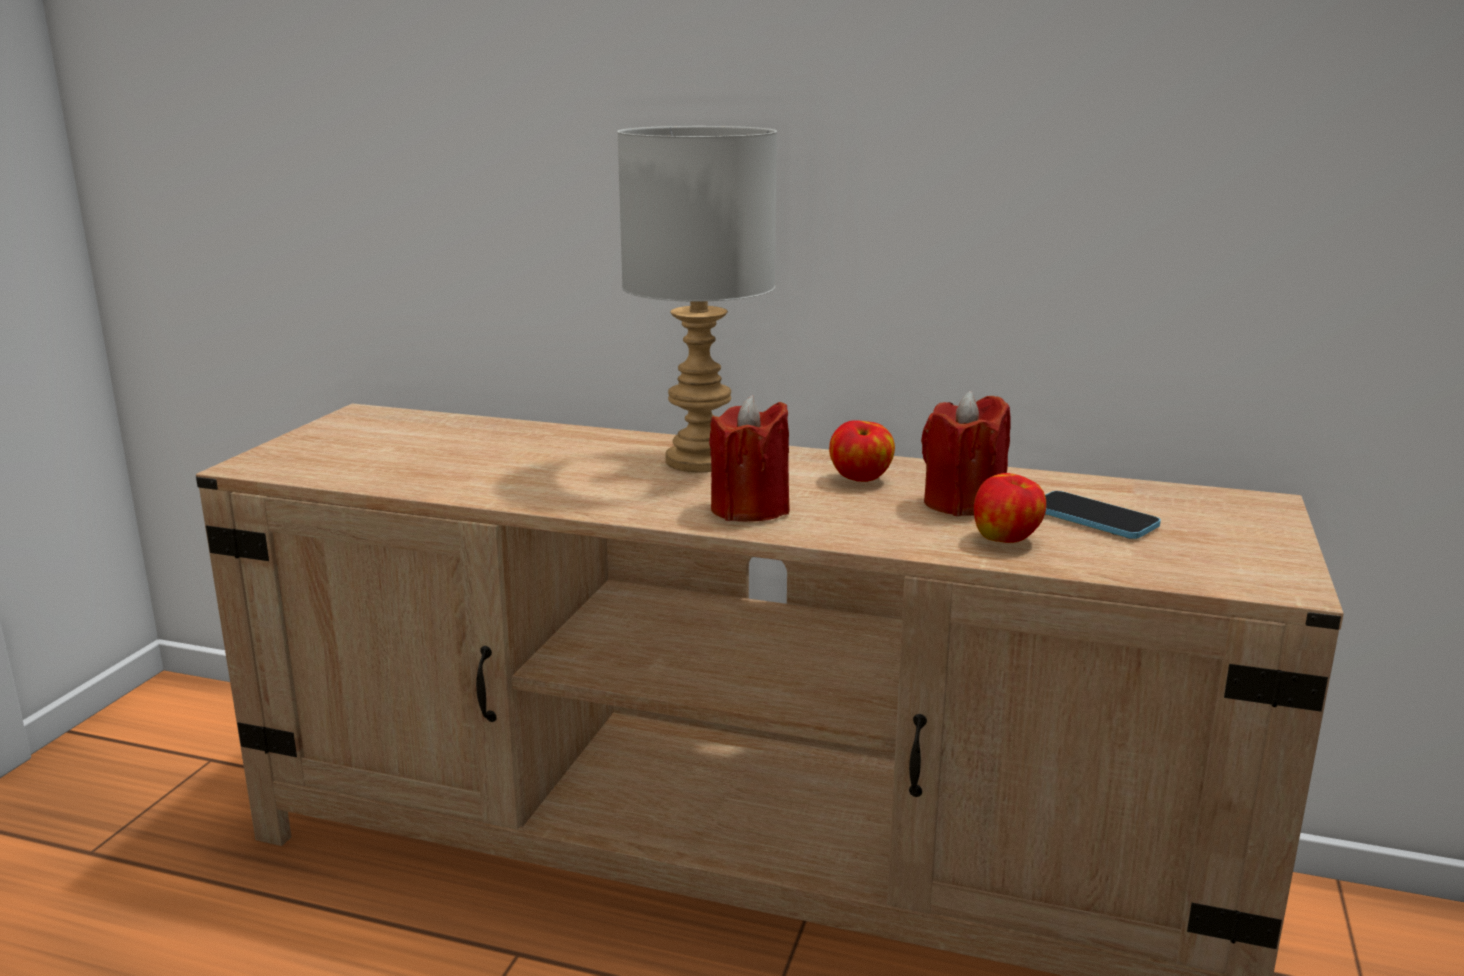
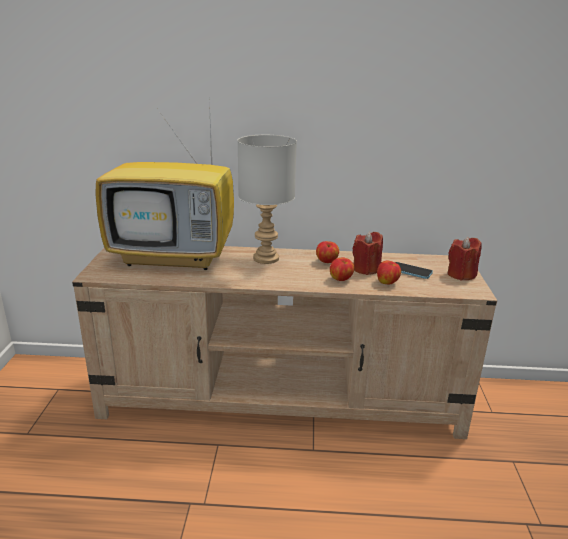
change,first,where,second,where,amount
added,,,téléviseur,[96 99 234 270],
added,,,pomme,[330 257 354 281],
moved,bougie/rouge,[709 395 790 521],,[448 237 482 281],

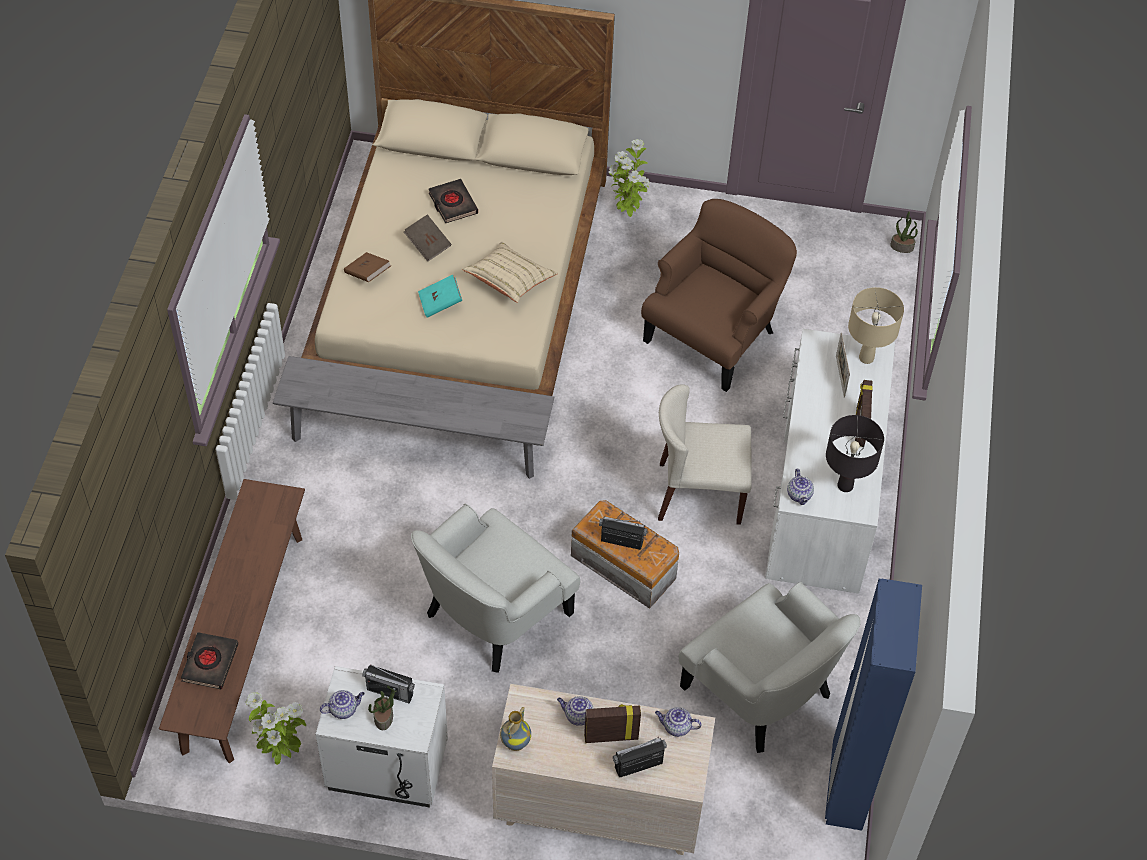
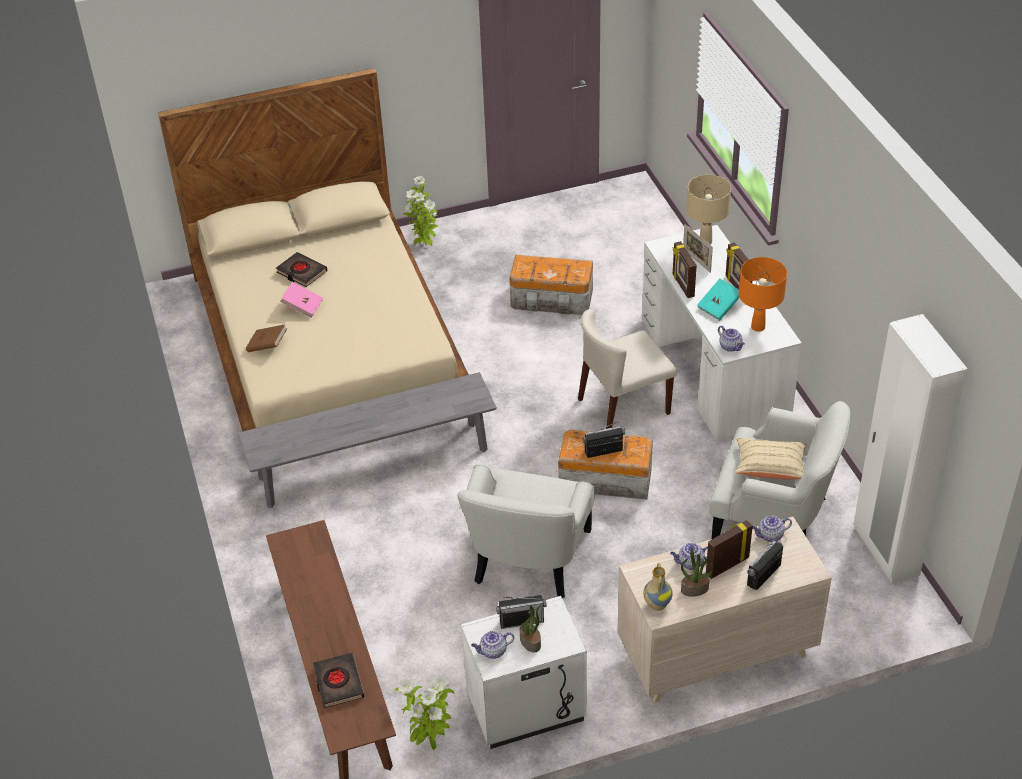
change,first,where,second,where,amount
added,,,cadre photo,[673 241 697 298],
moved,livre/turquoise,[418 275 462 318],,[697 278 740 321],
moved,coussin/beige,[462 242 558 303],,[736 438 807 480],
moved,plante en pot,[890 211 918 253],,[681 547 713 597],
replaced,fauteuil/marron,[641 199 797 392],boîte de rangement,[509 255 593 315],
recoloured,livre/marron,[404 215 452 262],livre/rose,[280 282 323 318],
recoloured,armoire/bleu,[825 578 922 831],armoire/blanc,[854 314 968 584],
recoloured,lampe de table/noir,[826 415 884 492],lampe de table/orange,[739 257 787 332],
turned,théière,[320 690 365 719],,[471 631 514 659],150 degrees counterclockwise

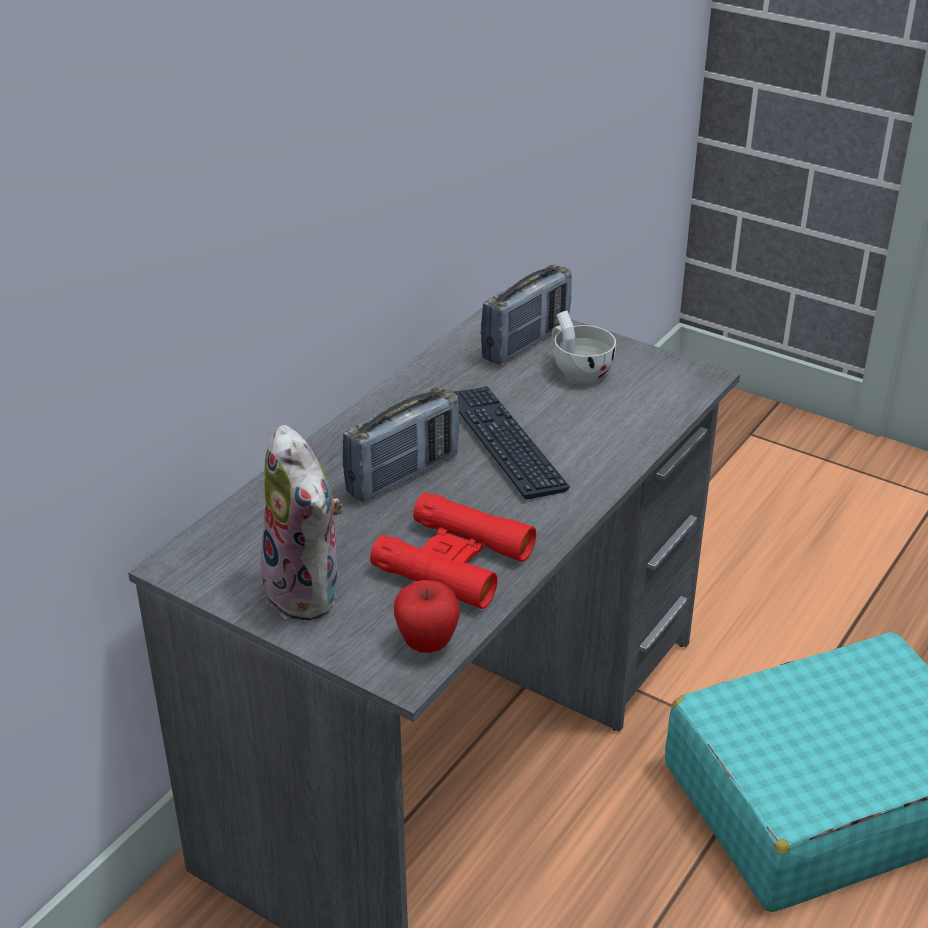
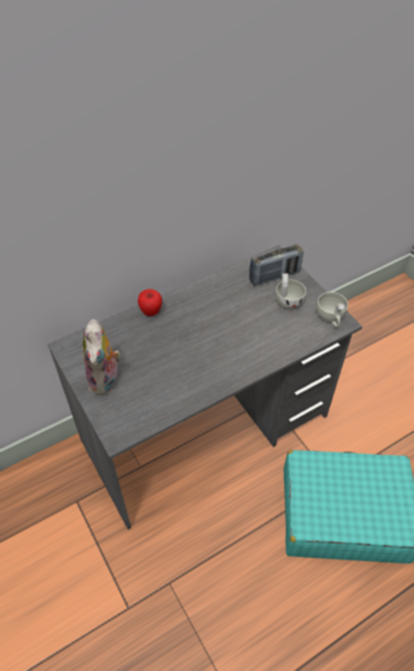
change,first,where,second,where,amount
removed,radio,[342 387 459 502],,,
removed,jumelles/rouge,[370 492 536 609],,,
removed,clavier,[453 386 570 500],,,
added,,,tasse/blanc,[317 292 348 327],
moved,pomme,[394 580 460 653],,[138 289 162 316],

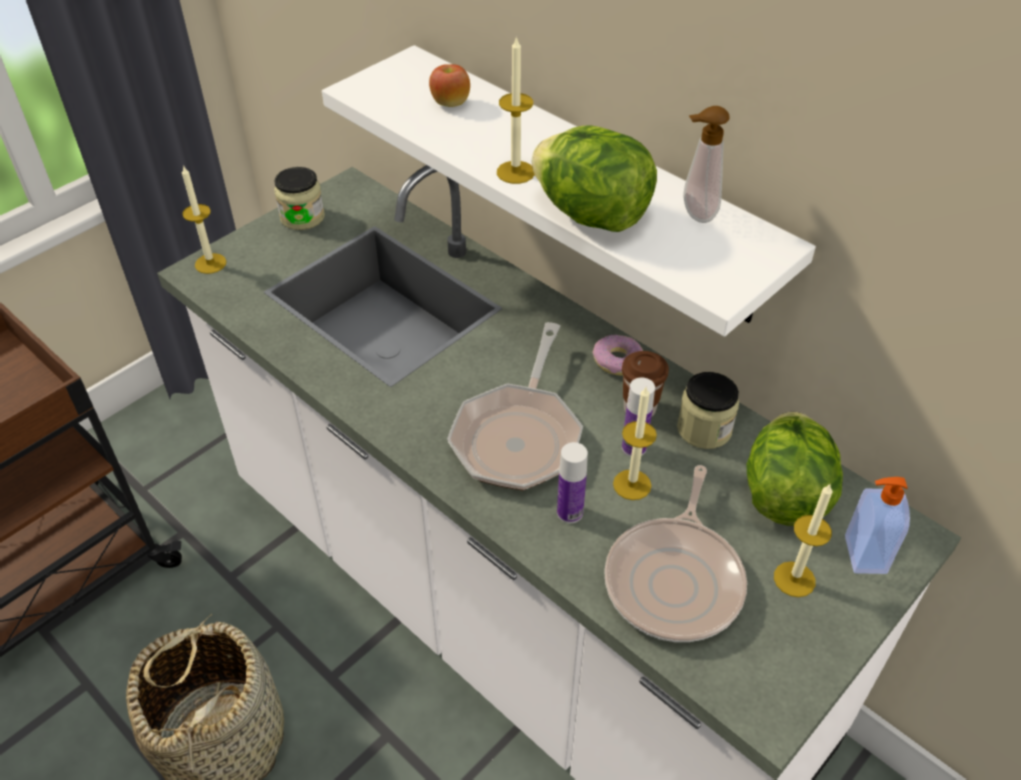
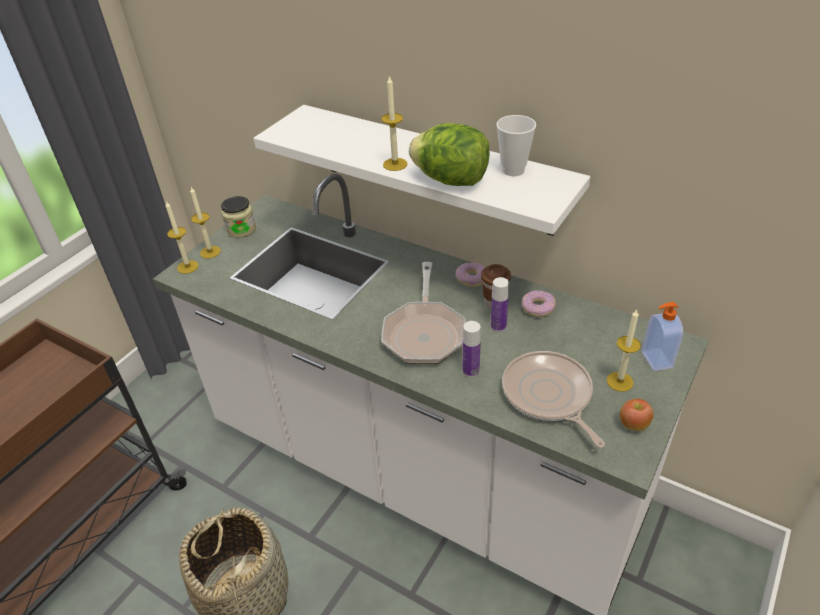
change,first,where,second,where,amount
removed,laitue,[746 412 843 526],,,
moved,pomme,[429 64 470 107],,[620 399 654 431],
moved,bougie,[613 387 657 500],,[190 187 221 258],
replaced,bocal,[677 372 739 449],beignet,[521 290 556 317],
replaced,distributeur de savon,[683 106 730 223],tasse,[496 115 536 176],
turned,poêle,[604 465 747 642],,[502 351 605 448],150 degrees clockwise

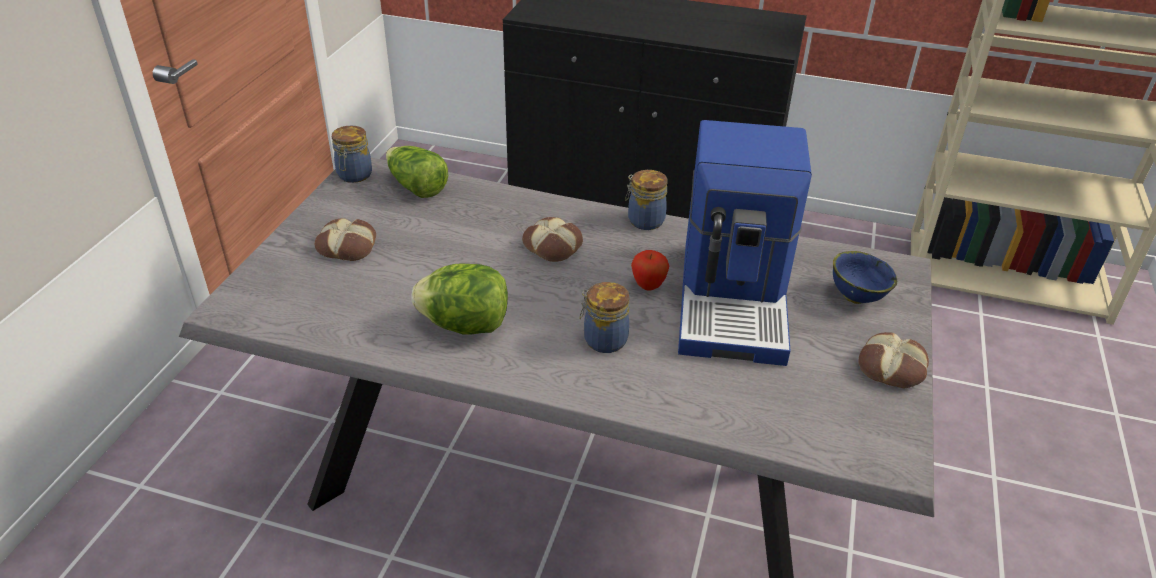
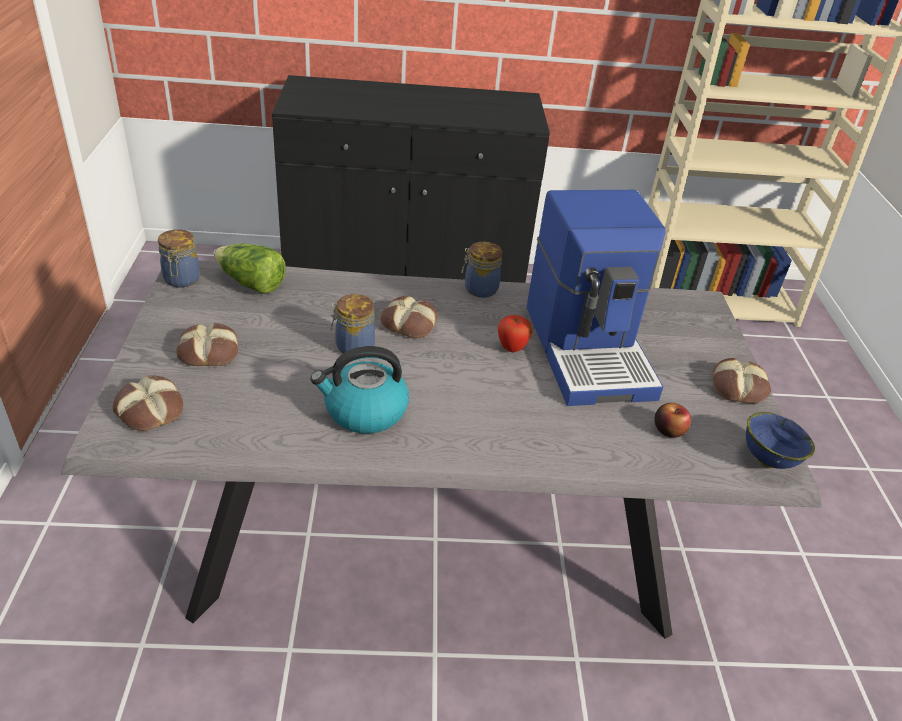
change,first,where,second,where,amount
added,,,pain,[113 376 183 431],
added,,,pomme,[655 403 691 438],
moved,bocal,[580 282 630 353],,[331 294 375 353],
moved,bol/bleu,[833 251 897 304],,[746 412 815 469],
replaced,laitue,[411 263 508 334],bouilloire,[310 346 409 434],

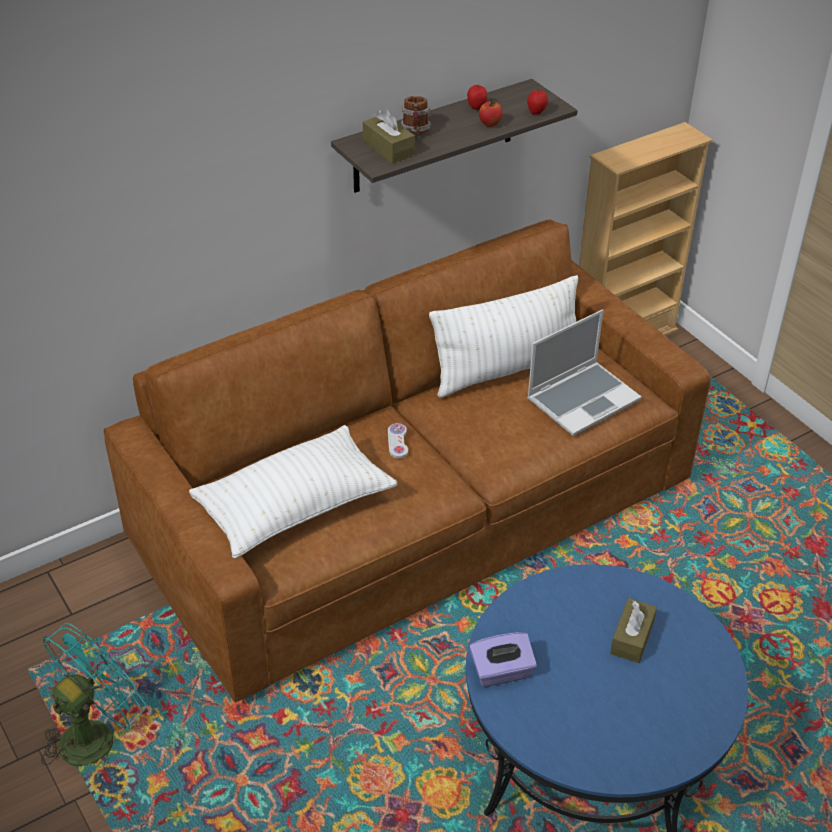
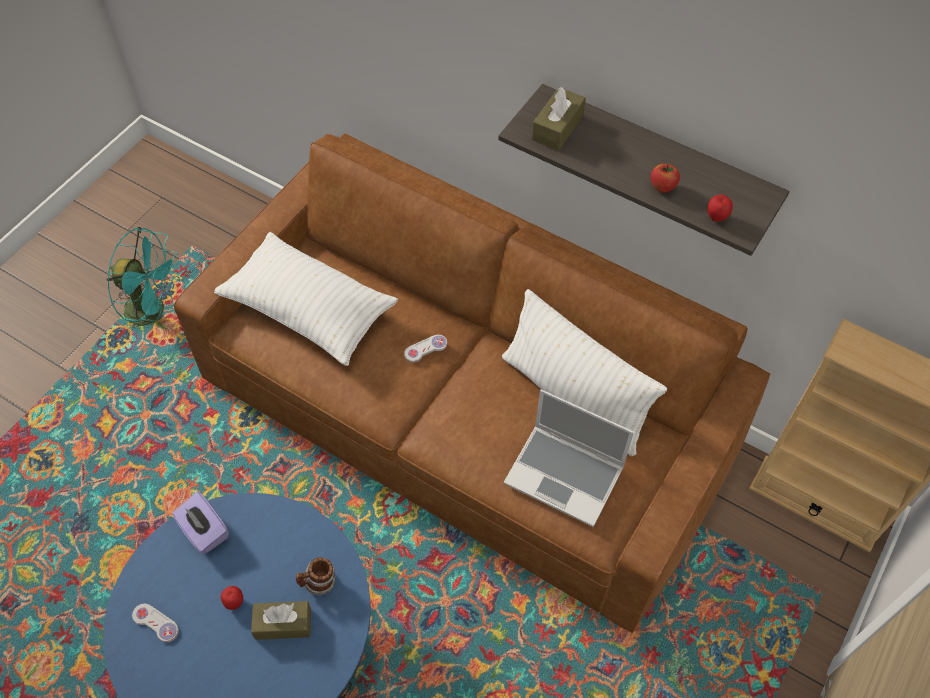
change,first,where,second,where,amount
added,,,manette/blanc,[132 604 179 642],
moved,mug,[401 96 431 134],,[296 557 336 595],
moved,pomme,[467 84 487 110],,[221 586 243 610],

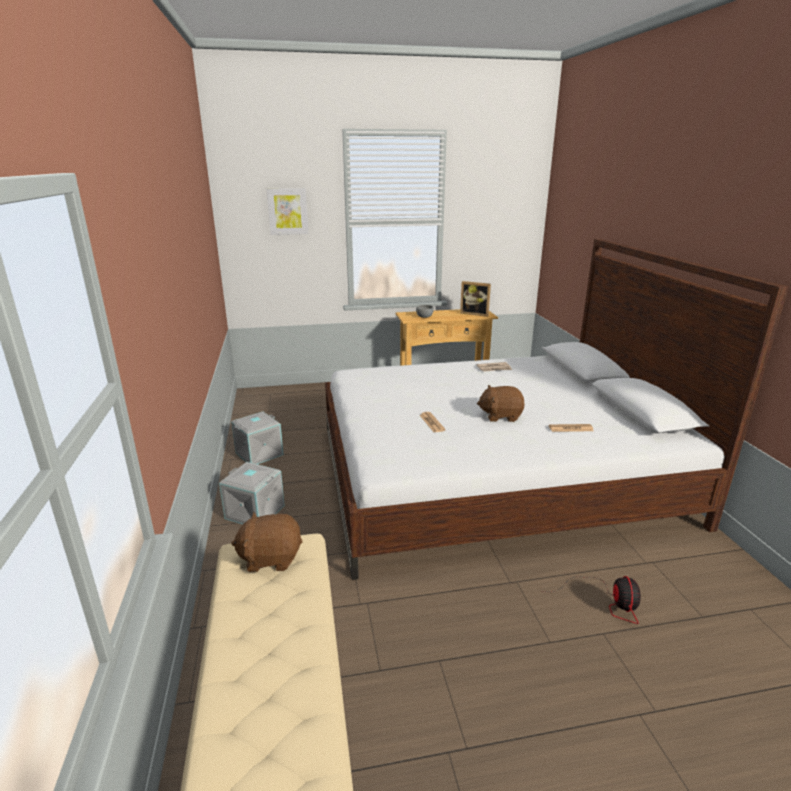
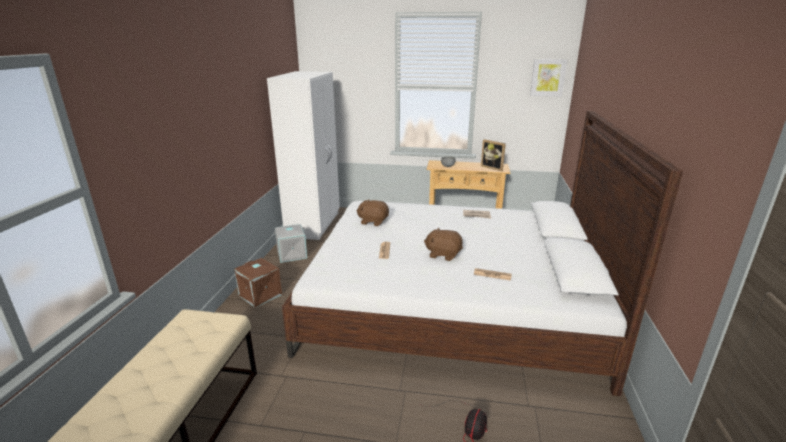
change,first,where,second,where,amount
added,,,armoire/blanc,[267 71 340 240],
moved,peluche/marron,[231 512 302 572],,[356 199 389 226],
moved,tableau,[267 188 308 235],,[530 59 567 96],
recoloured,boîte de rangement/gris,[219 462 285 524],boîte de rangement/marron,[234 258 282 308],

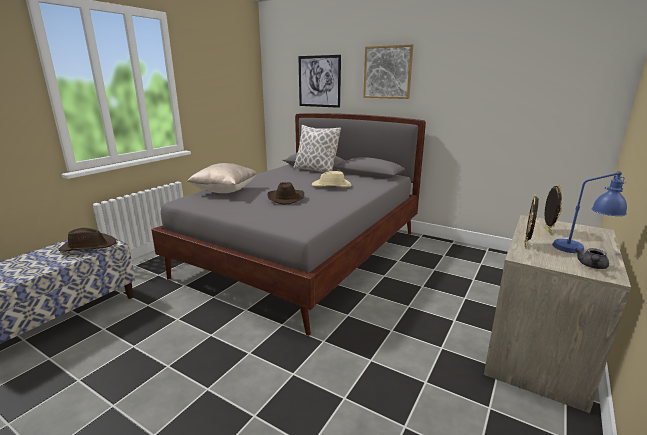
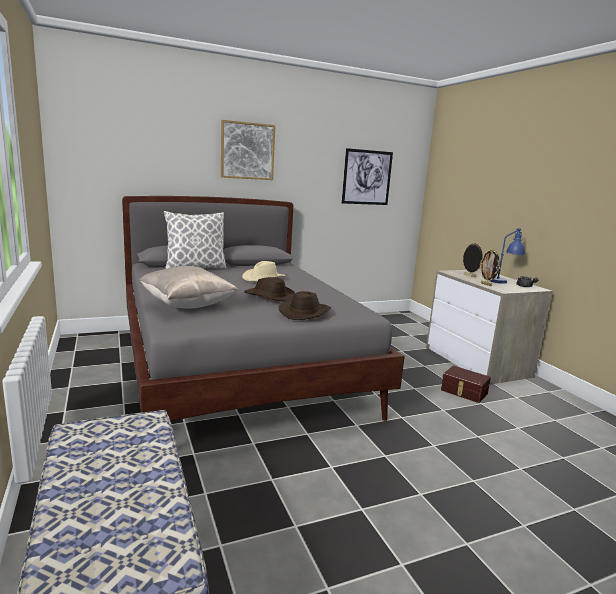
change,first,where,second,where,amount
added,,,boîte de rangement/marron,[441 366 491 403],
moved,chapeau/marron,[58 228 116 252],,[279 291 331 320],
moved,tableau,[298 55 341 108],,[342 148 393 205],

